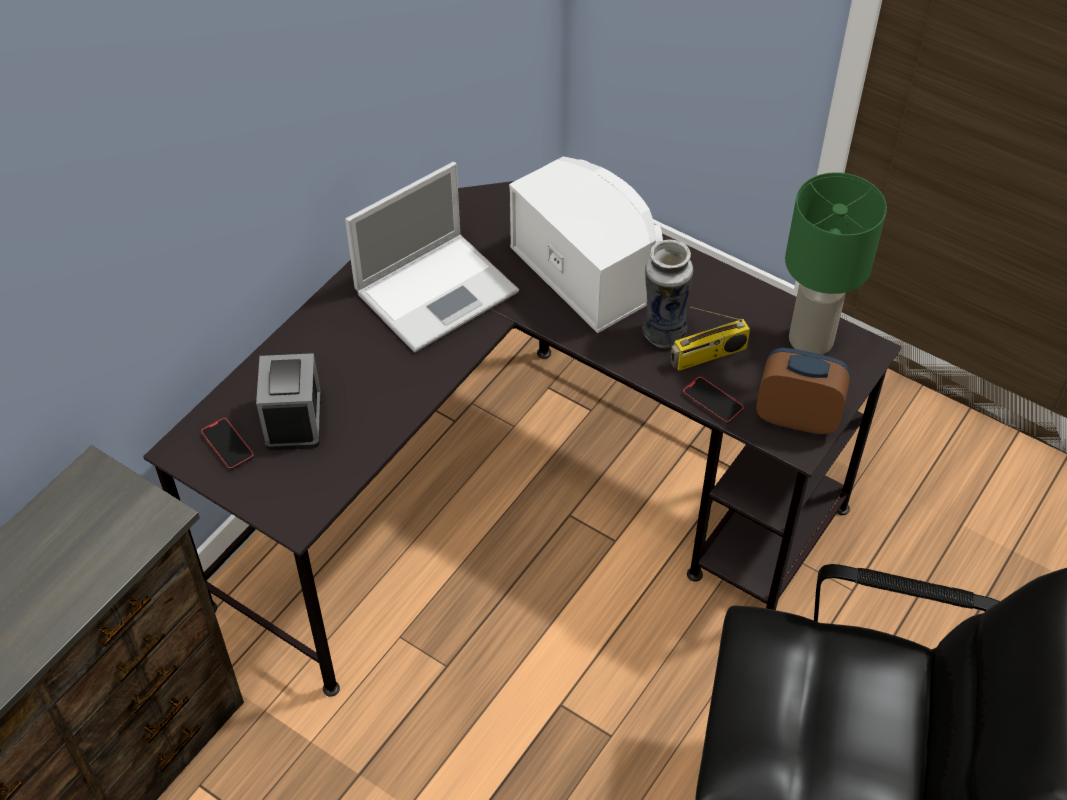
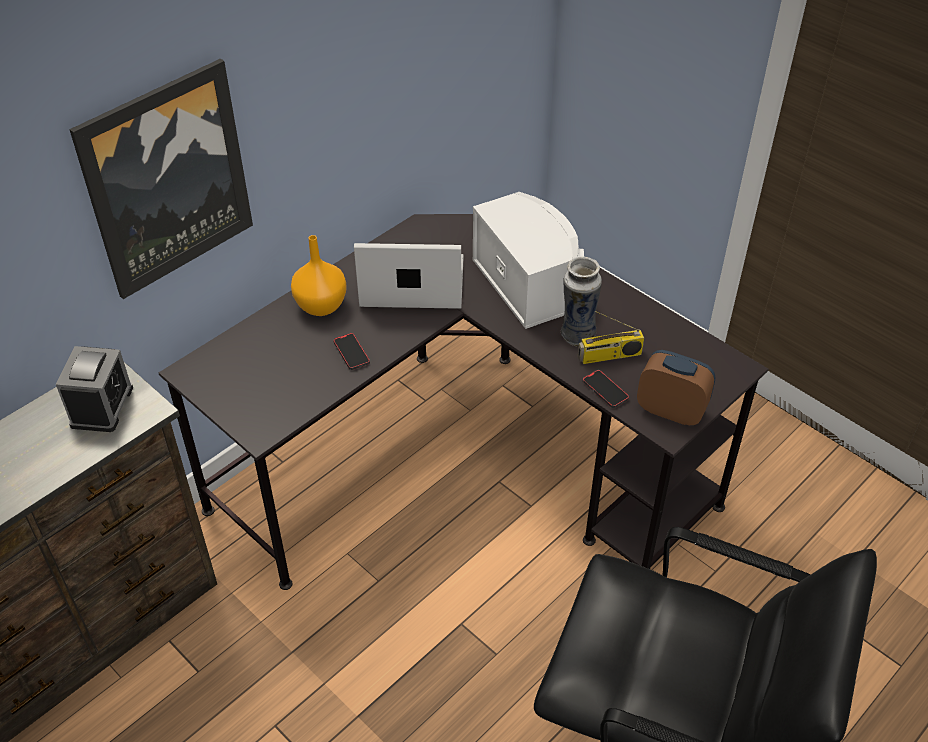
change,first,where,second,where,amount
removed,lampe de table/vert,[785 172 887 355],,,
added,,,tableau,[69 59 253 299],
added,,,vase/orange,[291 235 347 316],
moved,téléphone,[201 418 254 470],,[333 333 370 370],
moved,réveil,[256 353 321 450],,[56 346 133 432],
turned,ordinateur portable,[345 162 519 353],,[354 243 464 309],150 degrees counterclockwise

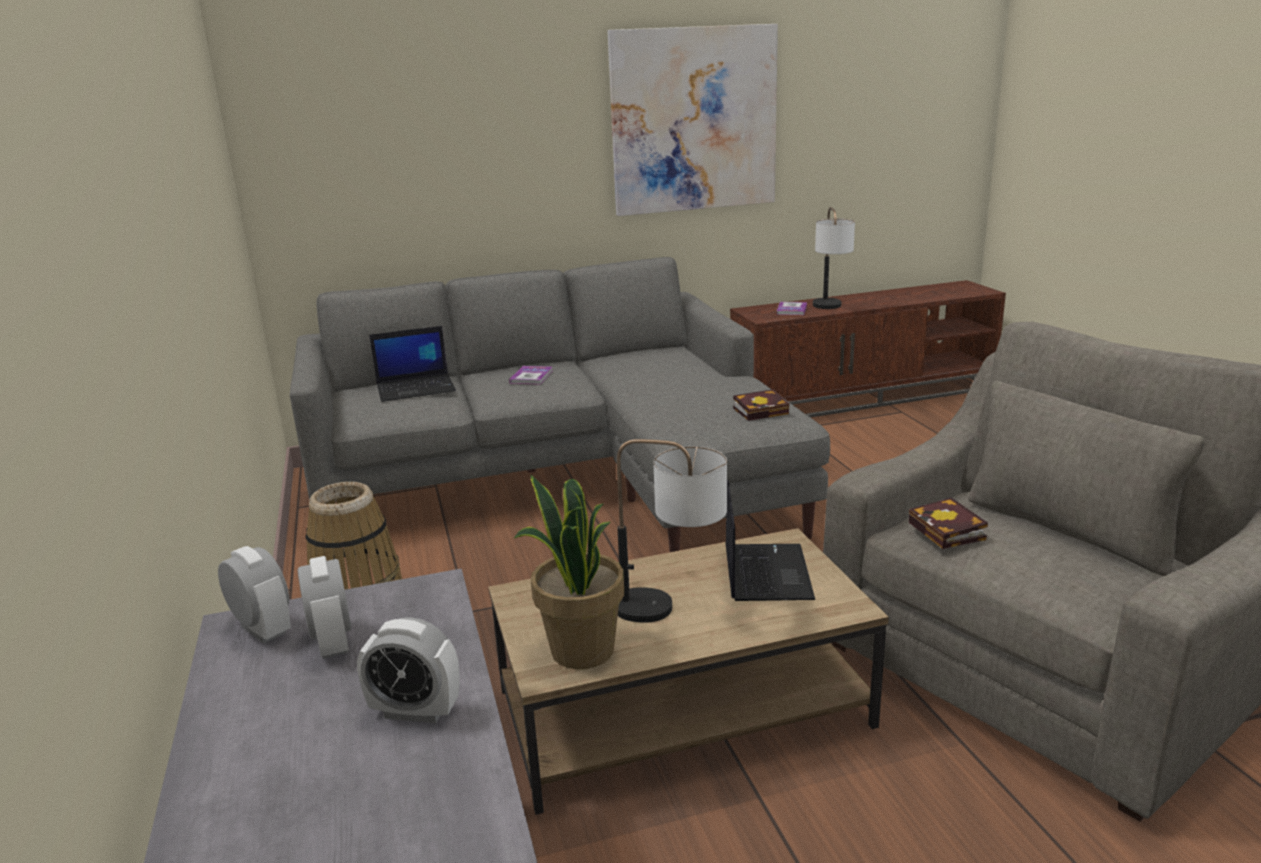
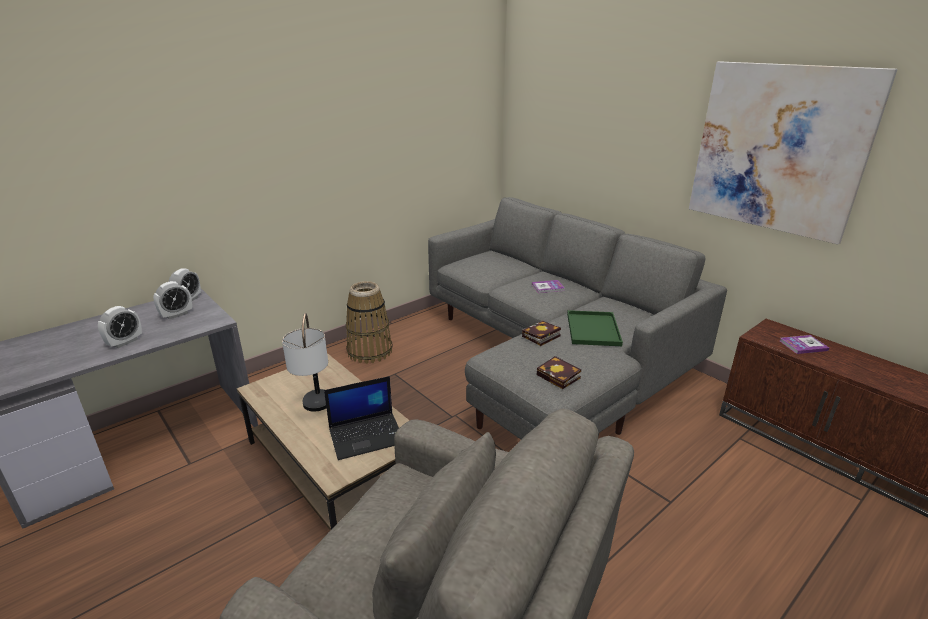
change,first,where,second,where,amount
removed,ordinateur portable,[369 326 456 402],,,
removed,plante en pot,[514 475 624 669],,,
removed,lampe de table,[813 207 855 309],,,
added,,,plateau/vert,[567 310 623 346],
moved,livre,[908 498 988 549],,[522 321 561 346],
turned,réveil,[357 617 460 723],,[98 306 142 348],135 degrees counterclockwise

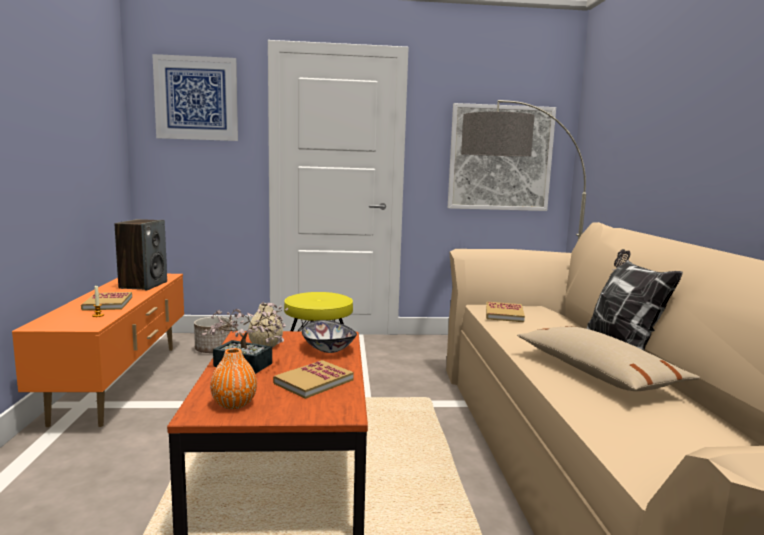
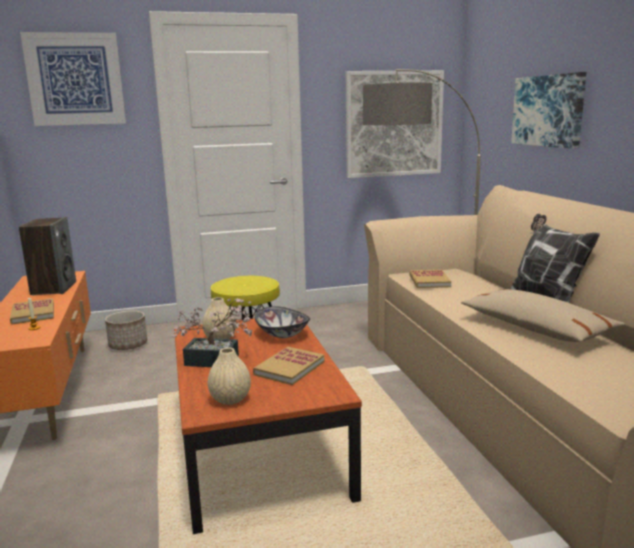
change,first,where,second,where,amount
added,,,tableau,[511 72 586 149],
recoloured,vase/orange,[210 348 257 409],vase/beige,[208 348 251 405],

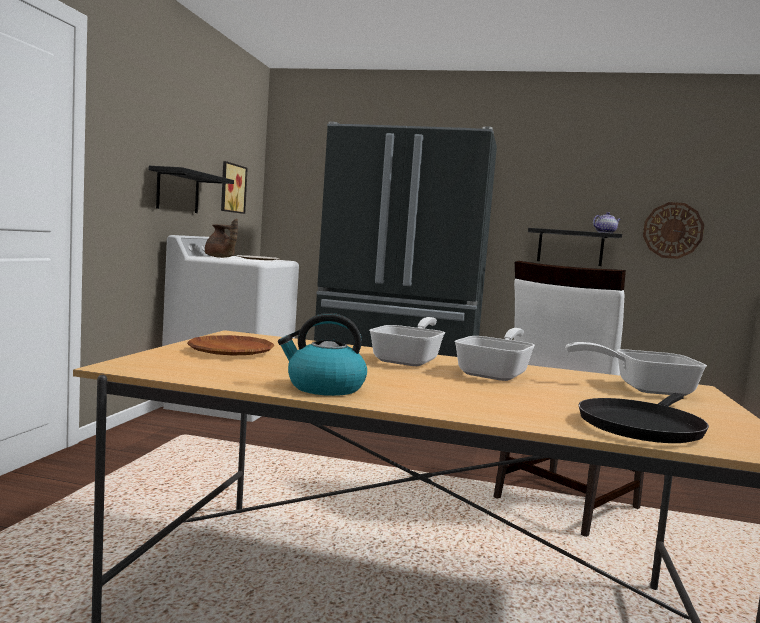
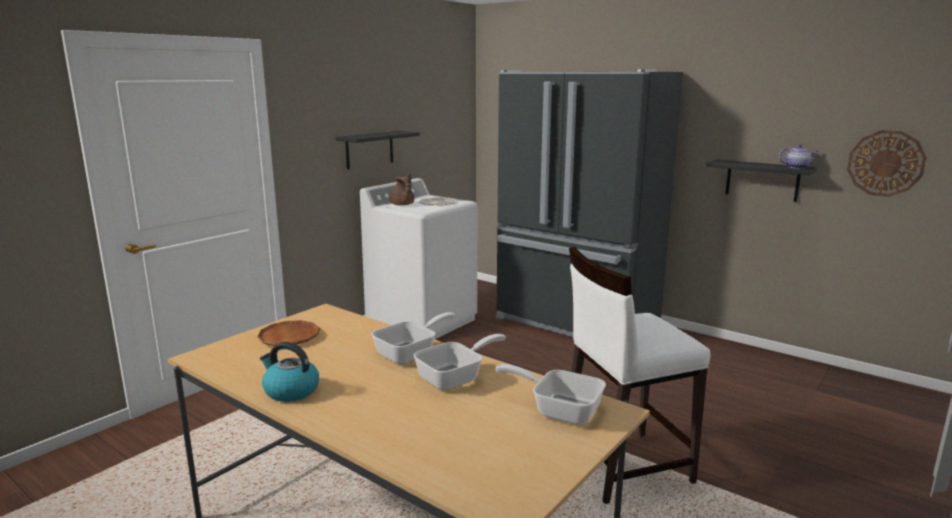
change,first,where,second,where,amount
removed,tableau,[221 161 248 214],,,
removed,poêle/noir,[579 393 709 443],,,

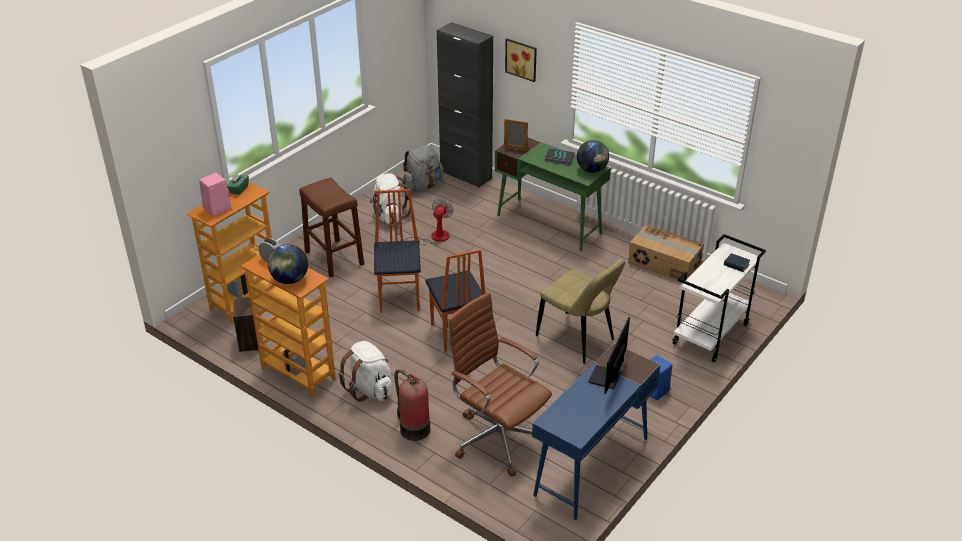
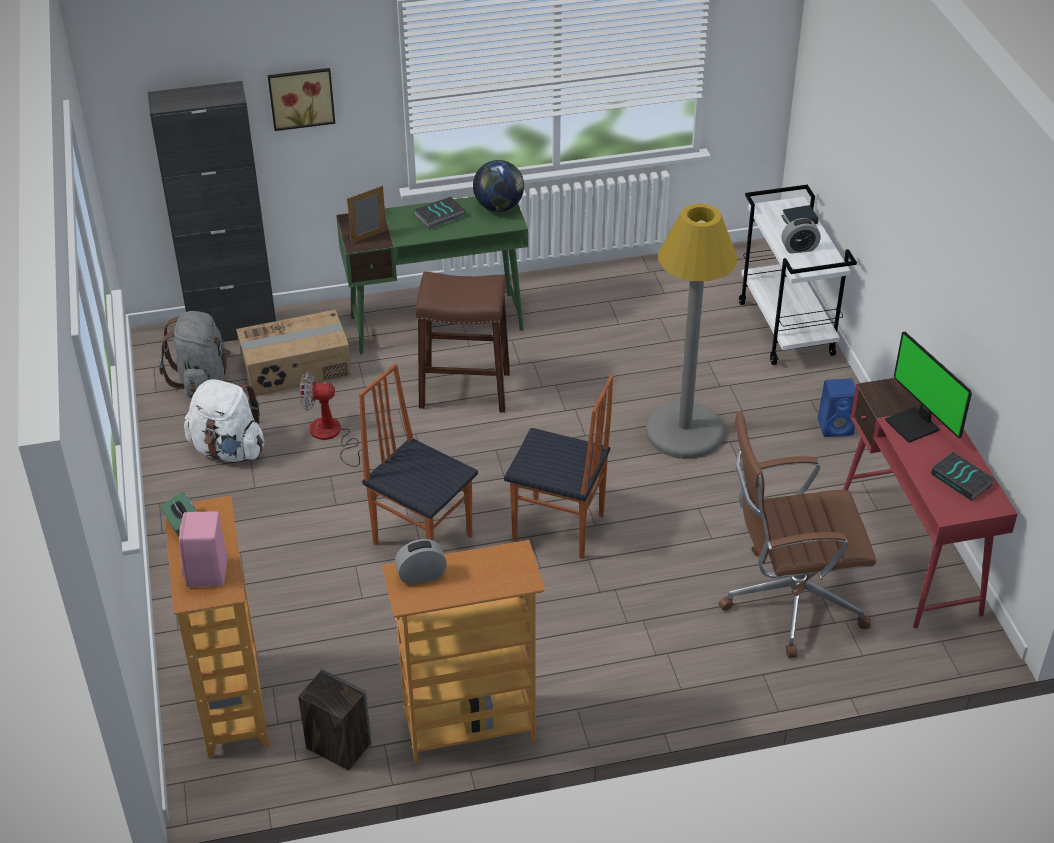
change,first,where,second,where,amount
removed,globe,[268 244 308 284],,,
removed,sac à dos/blanc,[339 341 392 402],,,
removed,extincteur,[394 369 430 441],,,
added,,,réveil,[781 218 821 254],
added,,,livre,[931 452 995 501],
moved,tabouret/marron,[299 177 364 278],,[416 272 510 412],
moved,carton,[628 224 704 281],,[236 310 351 396],
replaced,chaise/beige,[536 258 625 364],lampadaire/gris,[646 203 737 459],
recoloured,bureau/bleu,[532 343 660 520],bureau/rouge,[843 378 1018 629],
turned,ventilateur,[397 198 453 245],,[300 372 362 467],60 degrees counterclockwise

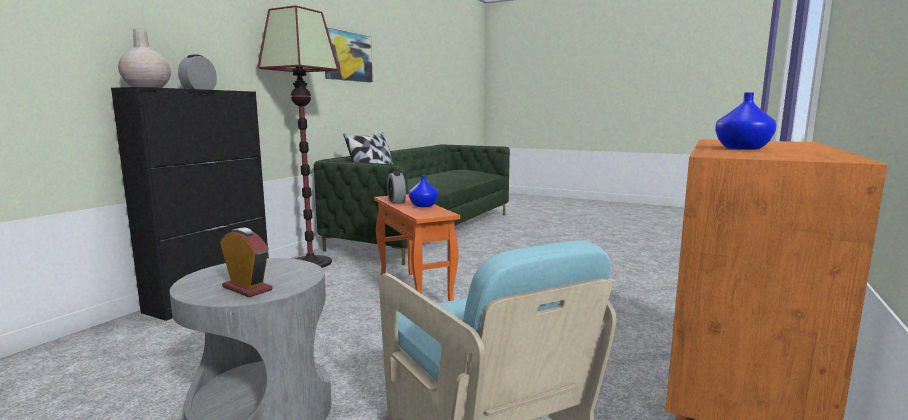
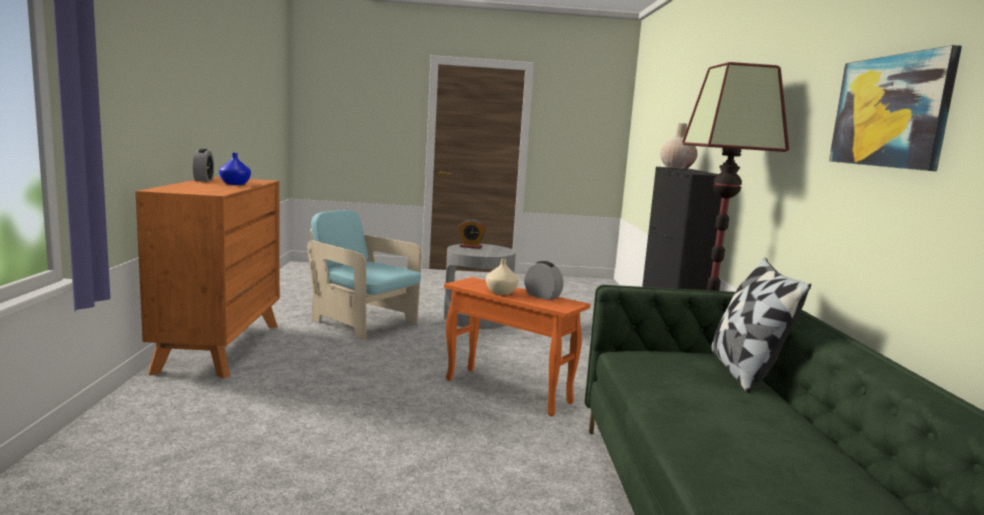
change,first,where,second,where,amount
moved,réveil,[178 54 217 90],,[193 149 214 182],
recoloured,vase/bleu,[409 175 438 207],vase/beige,[486 259 519 295],

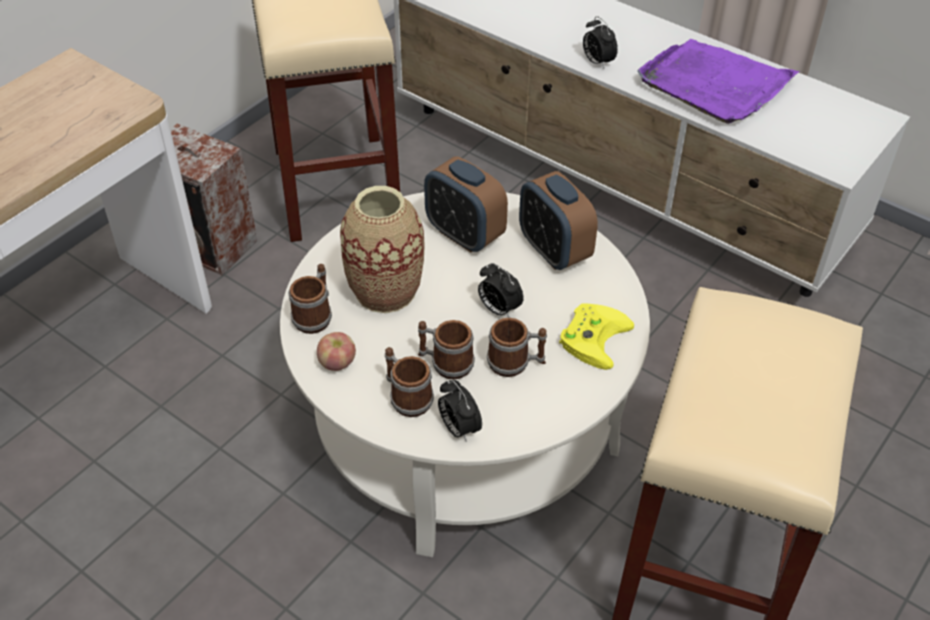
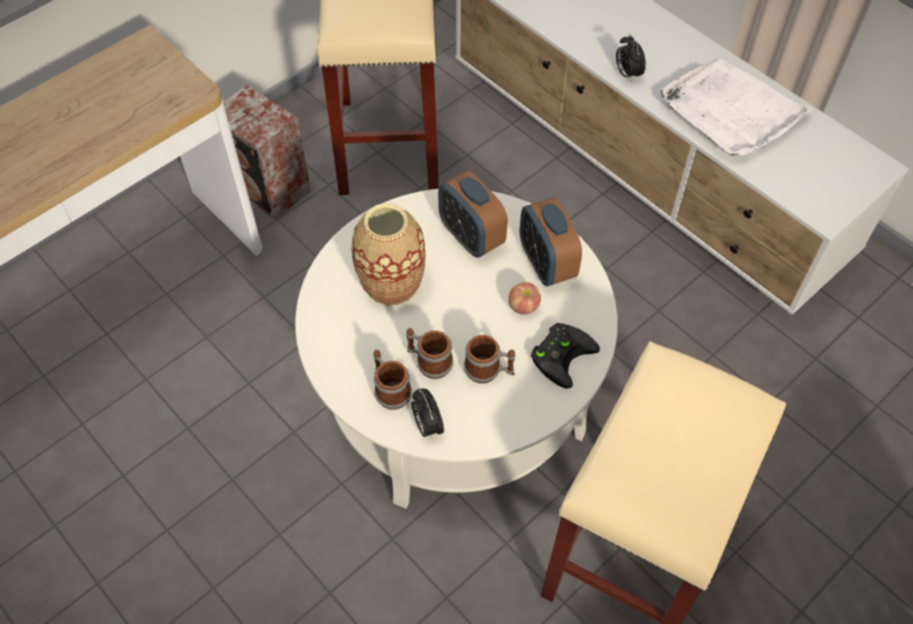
change,first,where,second,where,amount
removed,mug,[289 264 332 334],,,
removed,réveil,[478 263 524 318],,,
moved,pomme,[317 332 356 371],,[508 282 541 314],
recoloured,manette/jaune,[559 303 634 370],manette/noir,[531 323 600 388],
recoloured,plateau/violet,[637 39 800 124],plateau/blanc,[660 59 814 156],

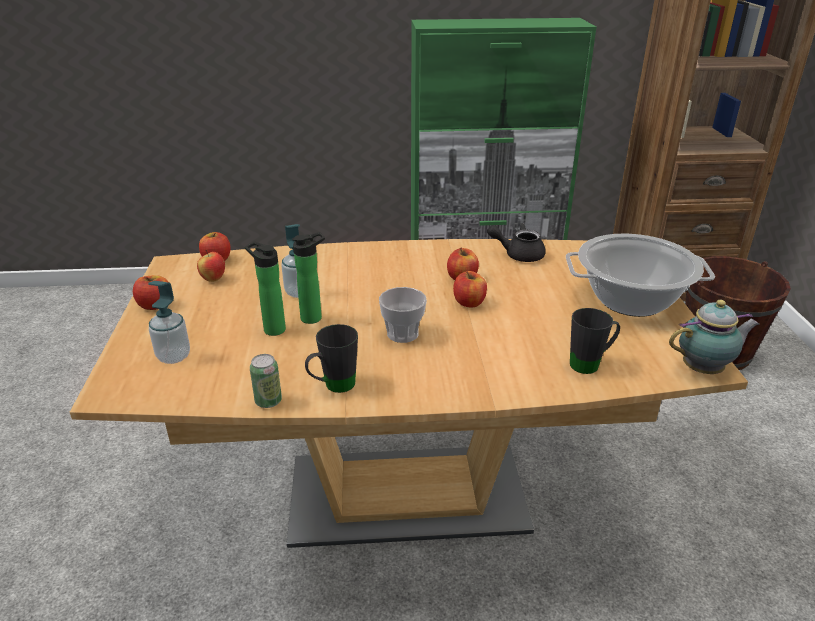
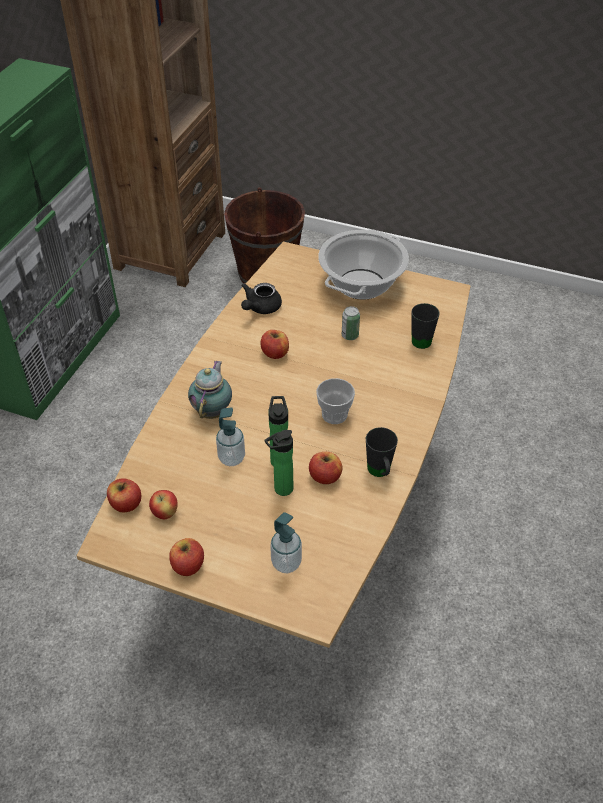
change,first,where,second,where,amount
moved,boîte métallique,[250 354 282 408],,[342 306 360 340],
moved,pomme,[453 271 487 308],,[309 452 343 484],
moved,théière,[669 300 759 374],,[188 361 232 419],

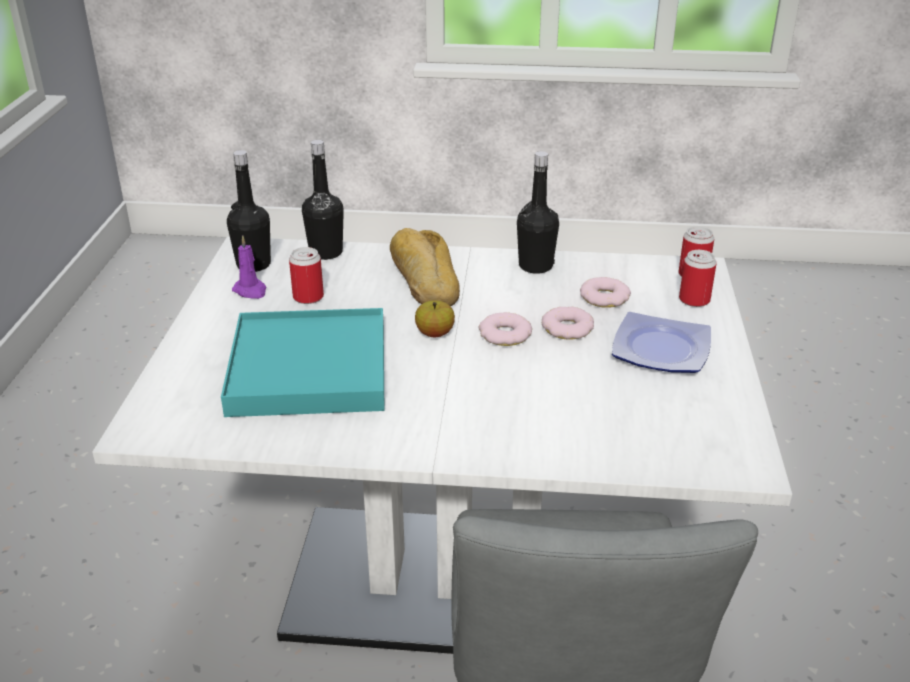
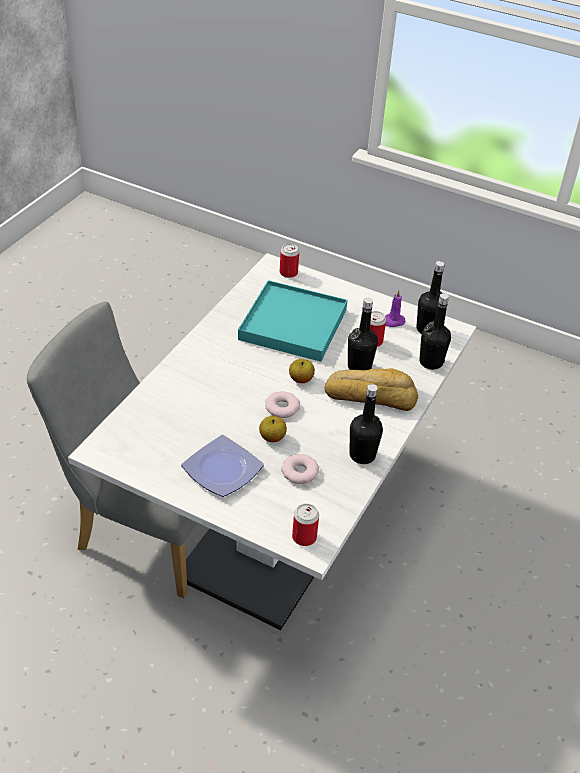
change,first,where,second,where,amount
added,,,bouteille/noir,[348 297 378 370],
moved,boîte métallique,[679 250 717 307],,[280 244 299 278],
replaced,beignet,[542 307 594 340],pomme,[259 416 287 442],

